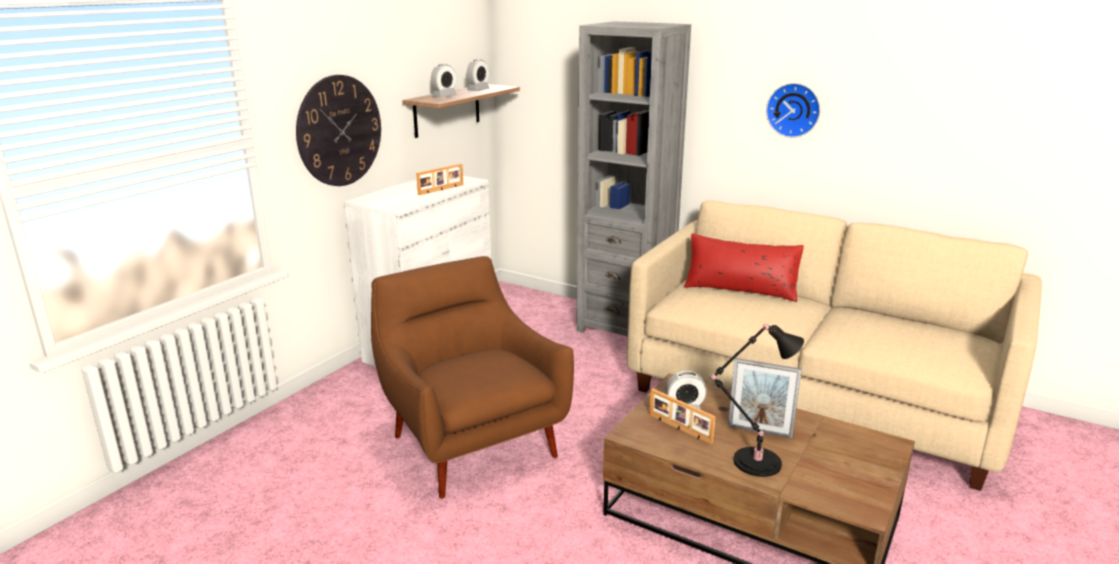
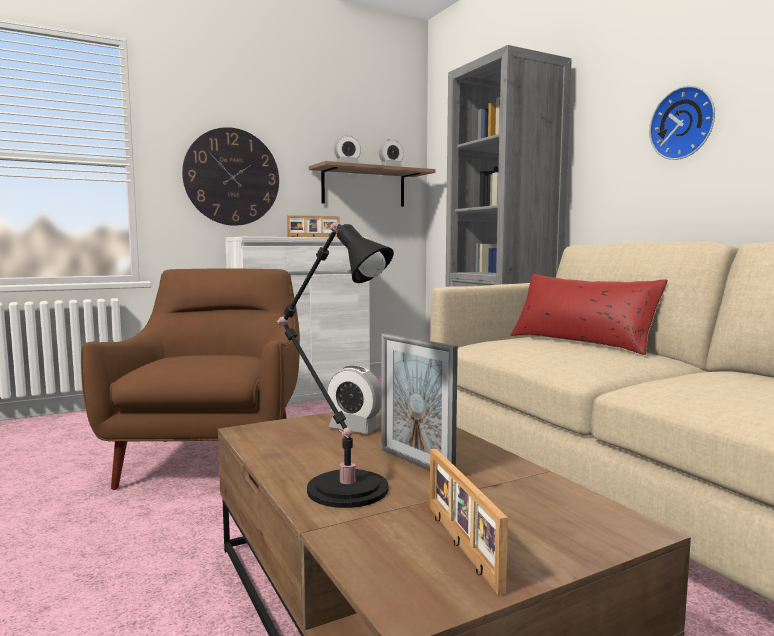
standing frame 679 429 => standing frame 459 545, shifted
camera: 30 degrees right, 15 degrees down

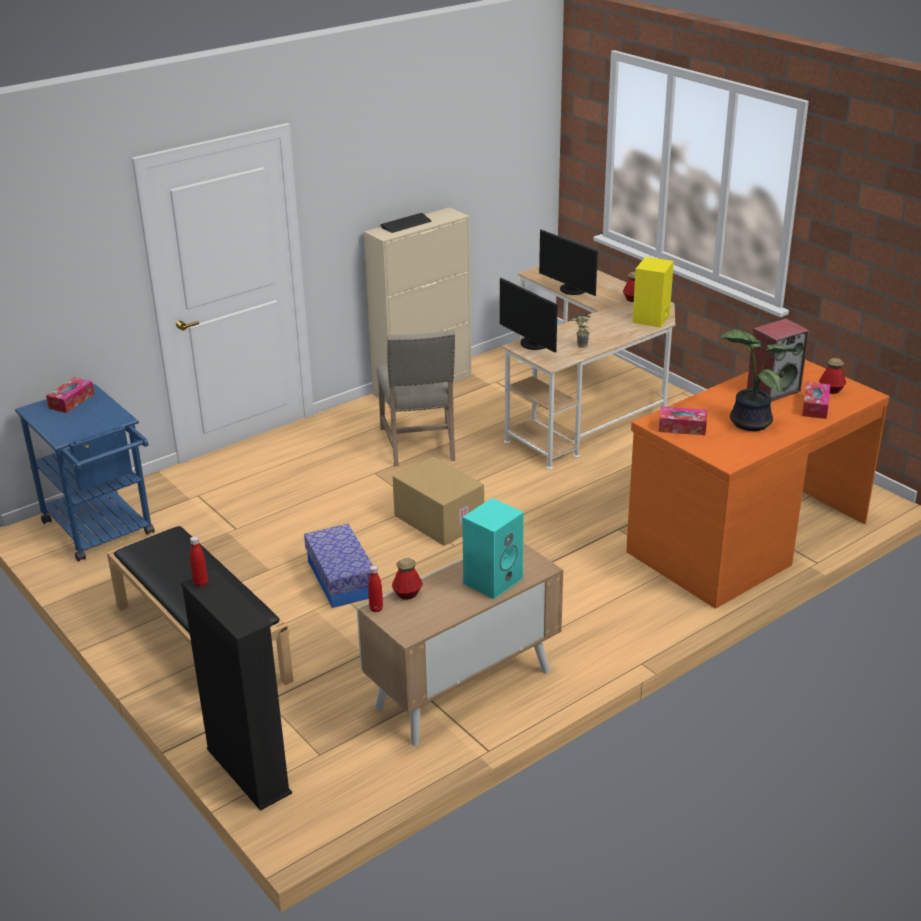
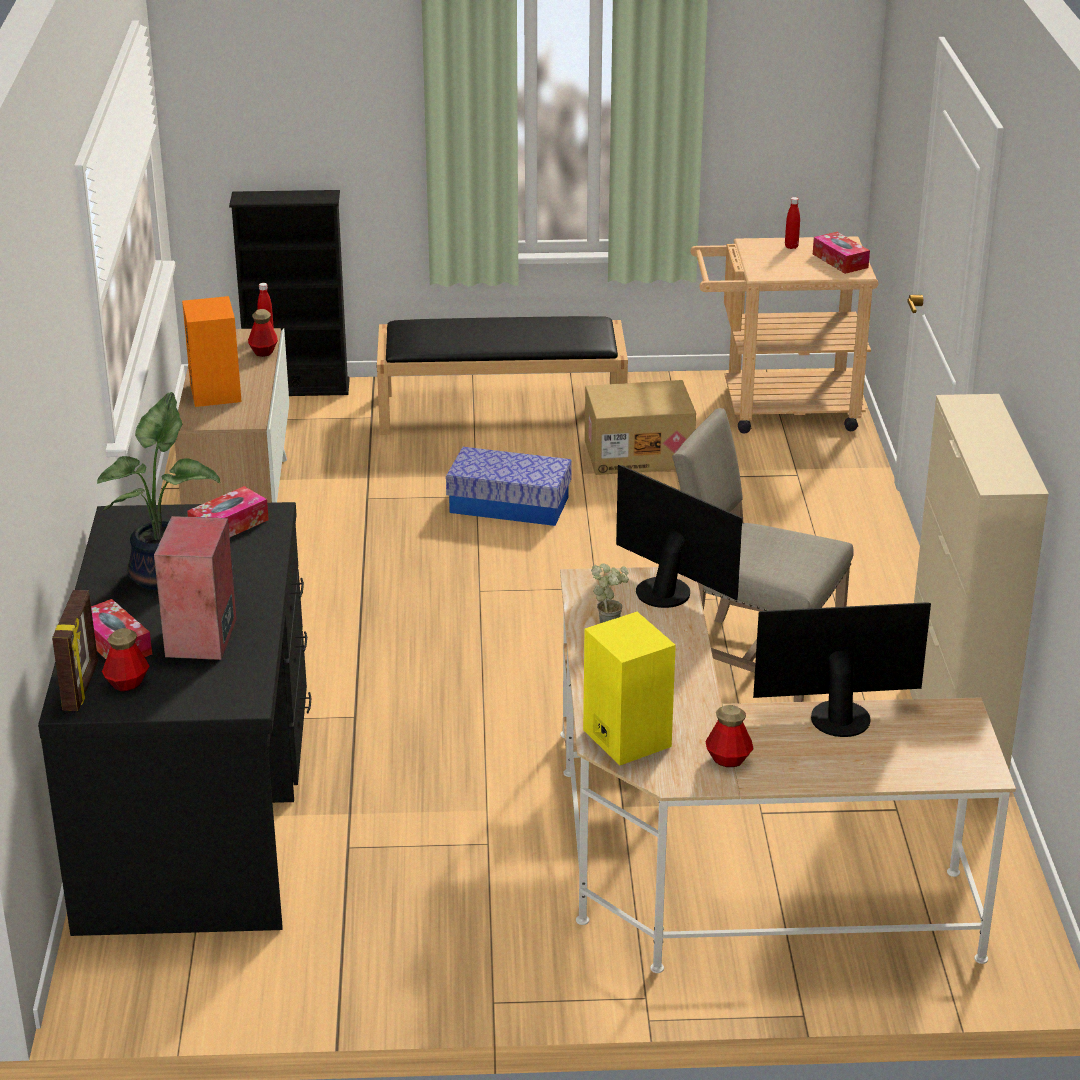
bluish trolley 103 532 => beige trolley 777 409
red-coloured drink bottle 201 583 => red-coloured drink bottle 791 246, shifted
PC keyboard 406 224 => nothing
cardboard box 437 520 => cardboard box 639 453, shifted
blue-green loudspeaker 493 580 => orange-coloured loudspeaker 217 393
computer display 532 344 => computer display 667 590, 45 degrees clockwise
orange-coloured desk unit 745 537 => black desk unit 199 807
nothing => standing frame 82 687
camera: 125 degrees right, 0 degrees up

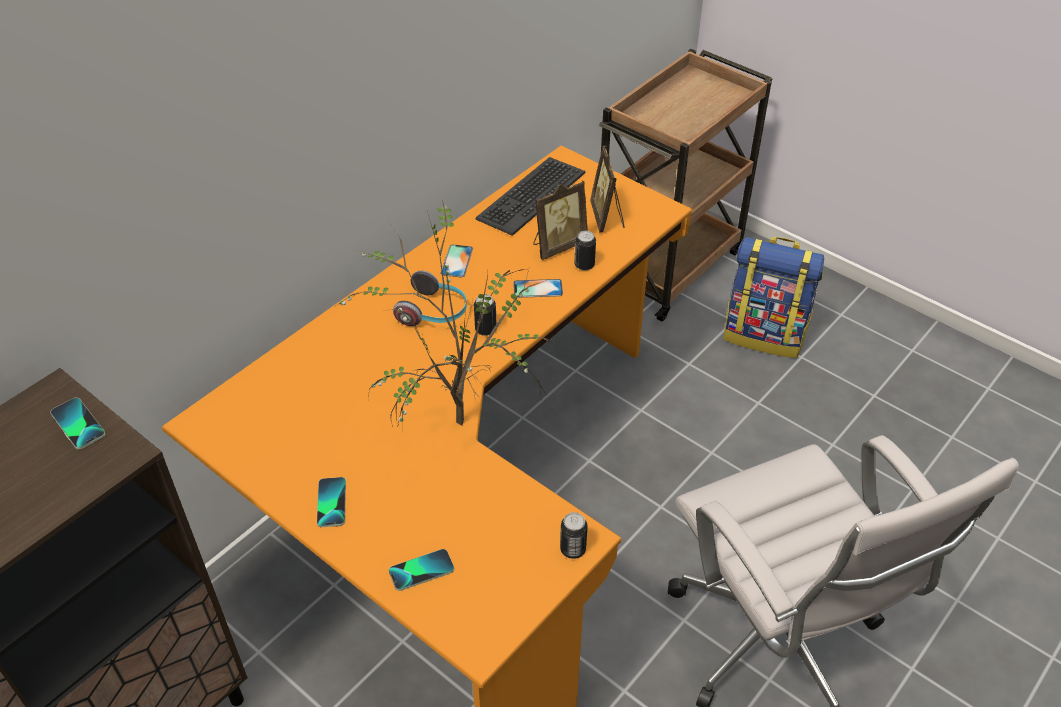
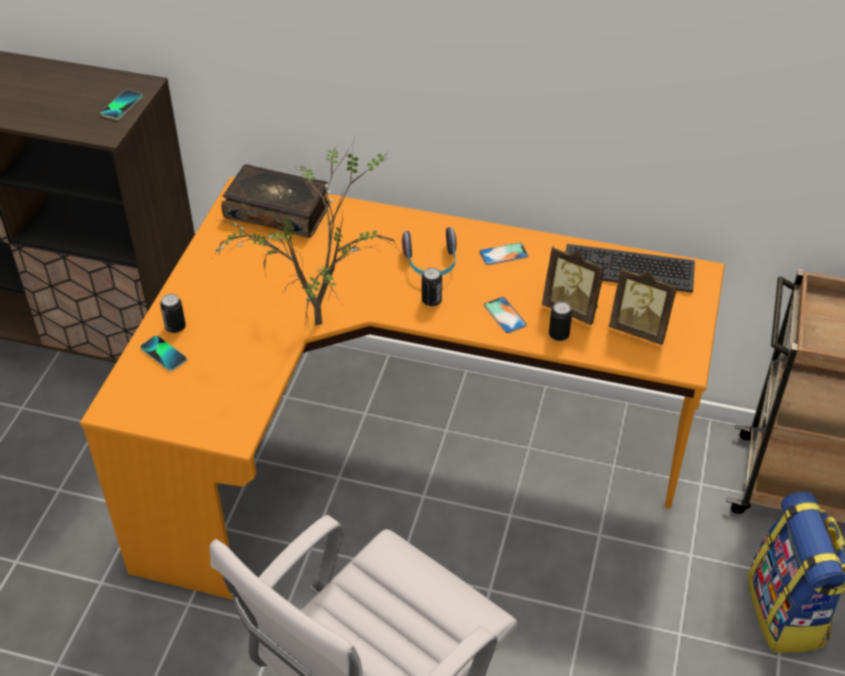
phone 331 503 => nothing
sealed can 573 549 => sealed can 175 327, shifted
standing frame 607 217 => standing frame 639 329, 120 degrees counterclockwise
nothing => volume 278 211
camera: 65 degrees right, 0 degrees up

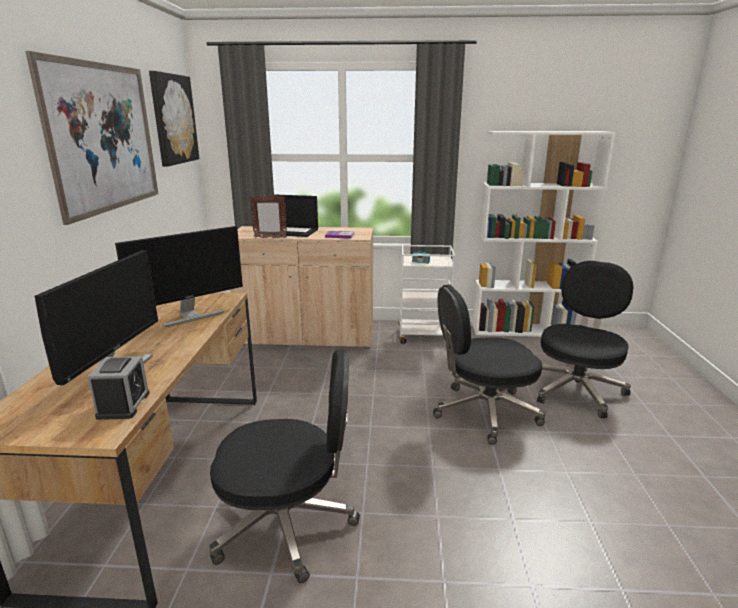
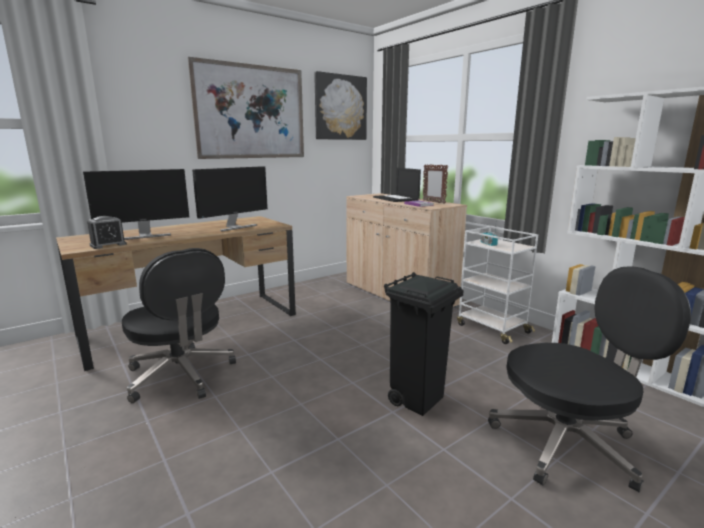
computer display 190 316 => computer display 235 227, 60 degrees counterclockwise
standing frame 270 238 => standing frame 433 202, shifted
black office chair 483 412 => black waste bin 417 399
camera: 50 degrees right, 5 degrees down

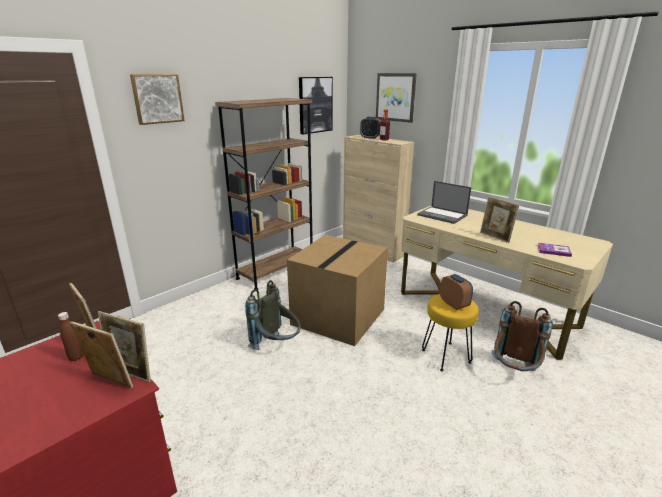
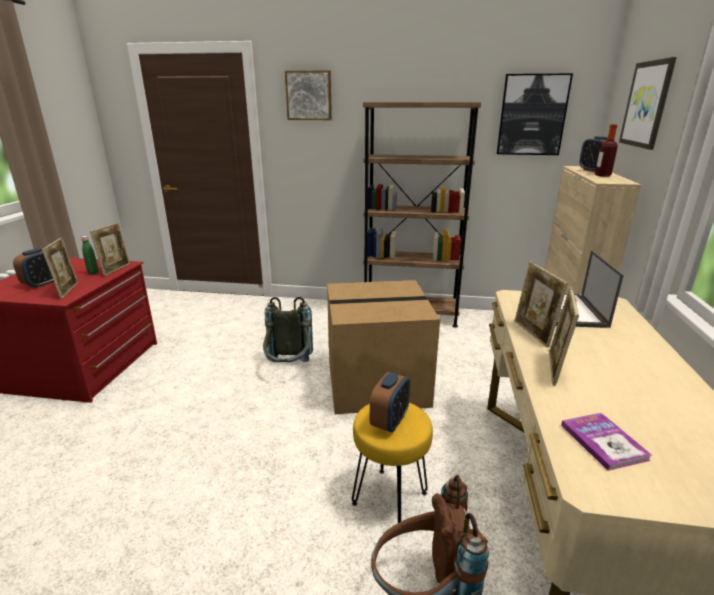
brown drink bottle 76 357 => green-coloured drink bottle 93 273
standing frame 131 373 => standing frame 533 334, shifted
nothing => table clock 42 284
camera: 55 degrees right, 0 degrees up

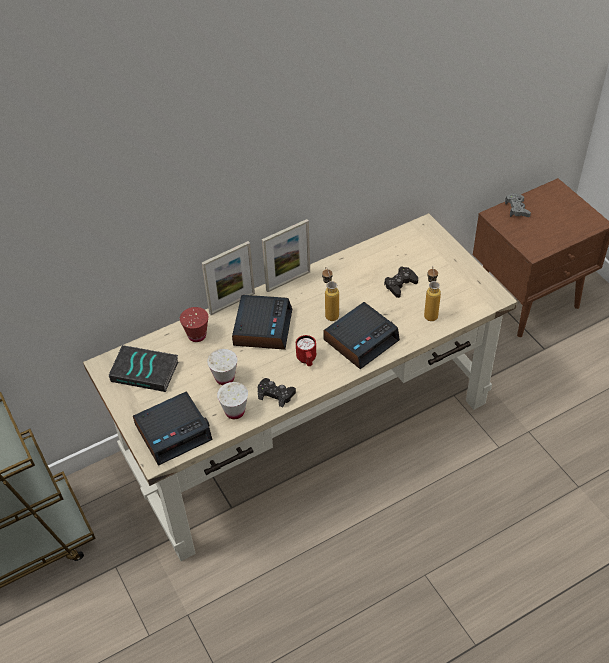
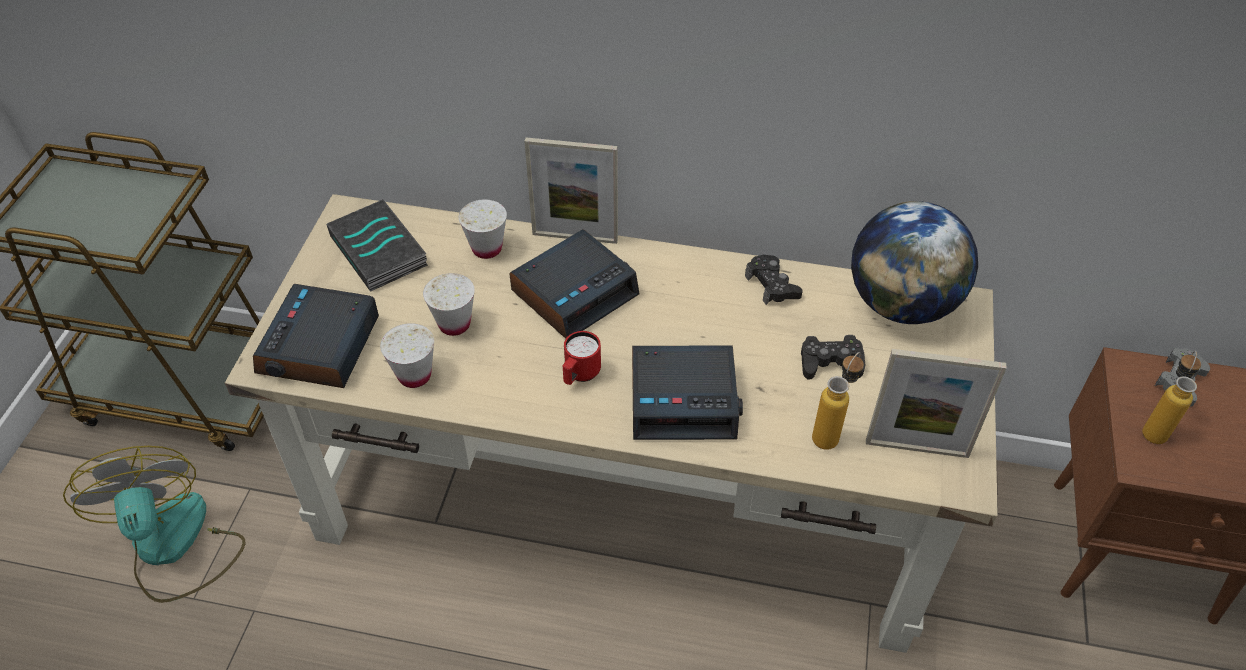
table clock 174 432 => table clock 320 347, 90 degrees clockwise
red-coloured drinking cup 197 335 => whitish drinking cup 487 248
black gamepad 276 394 => black gamepad 772 285, shifted
standing frame 288 281 => standing frame 916 448, shifted
drink bottle 330 312 => drink bottle 1155 427, shifted
nothing => fan 174 547
nothing => globe 902 304
camera: 40 degrees right, 0 degrees up

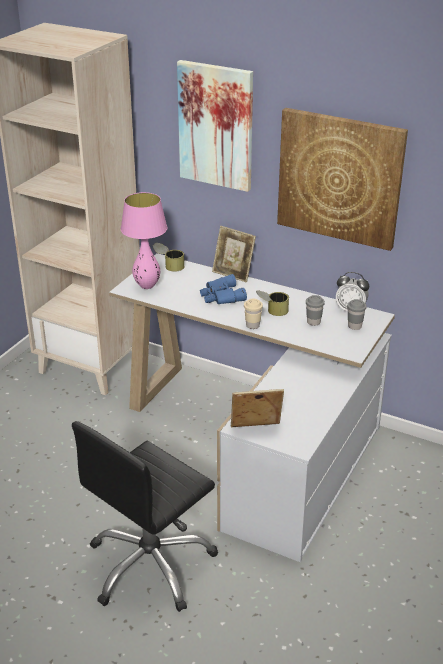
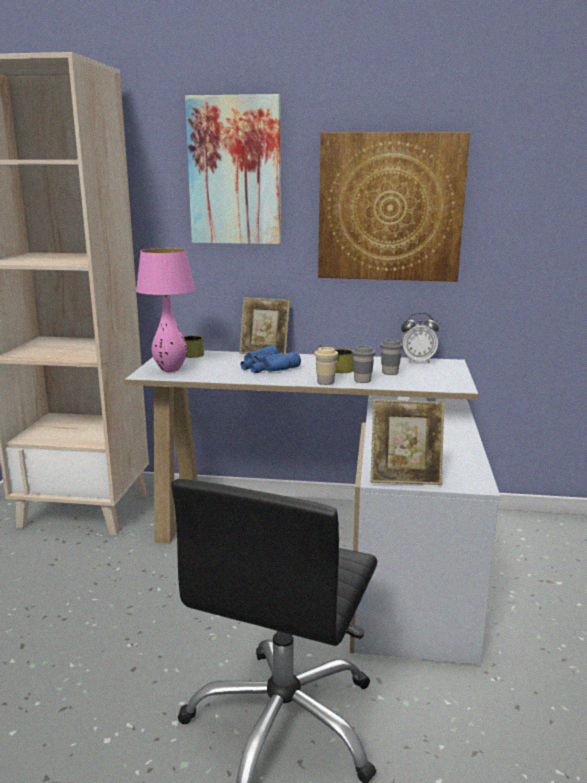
standing frame 256 430 => standing frame 405 478, 150 degrees counterclockwise
grey drinking cup 354 326 => grey drinking cup 362 380, shifted
camera: 20 degrees left, 15 degrees down

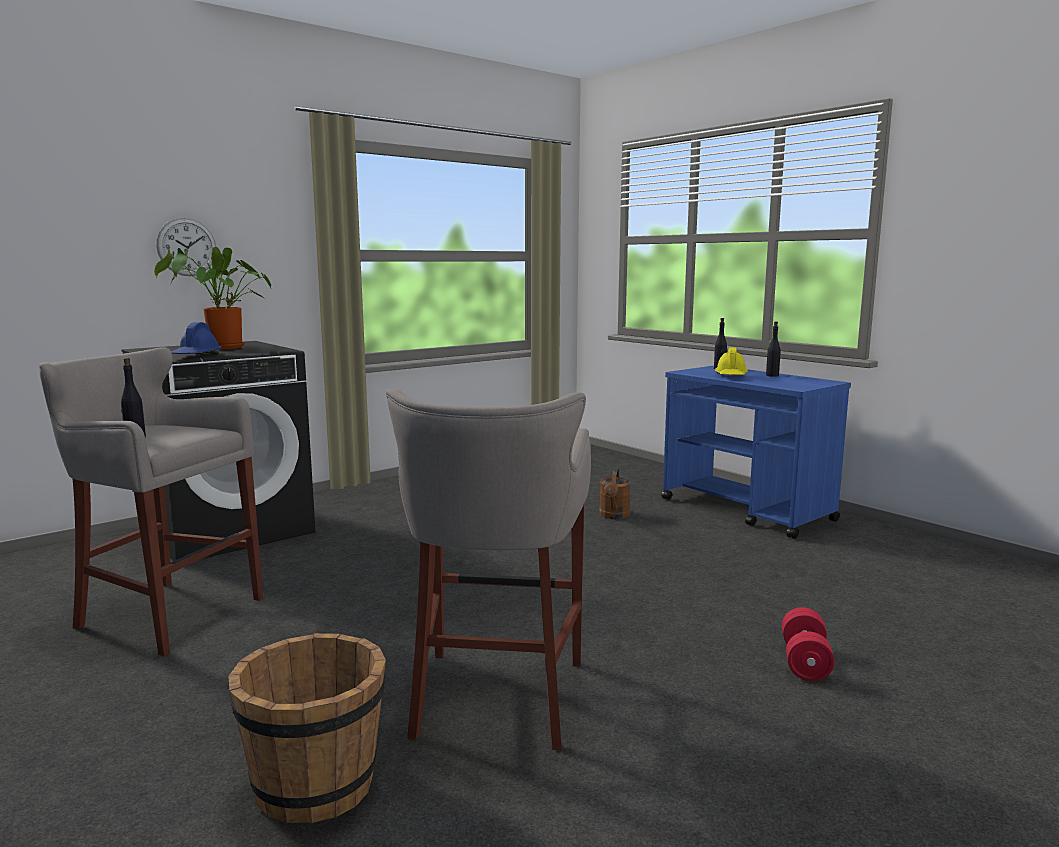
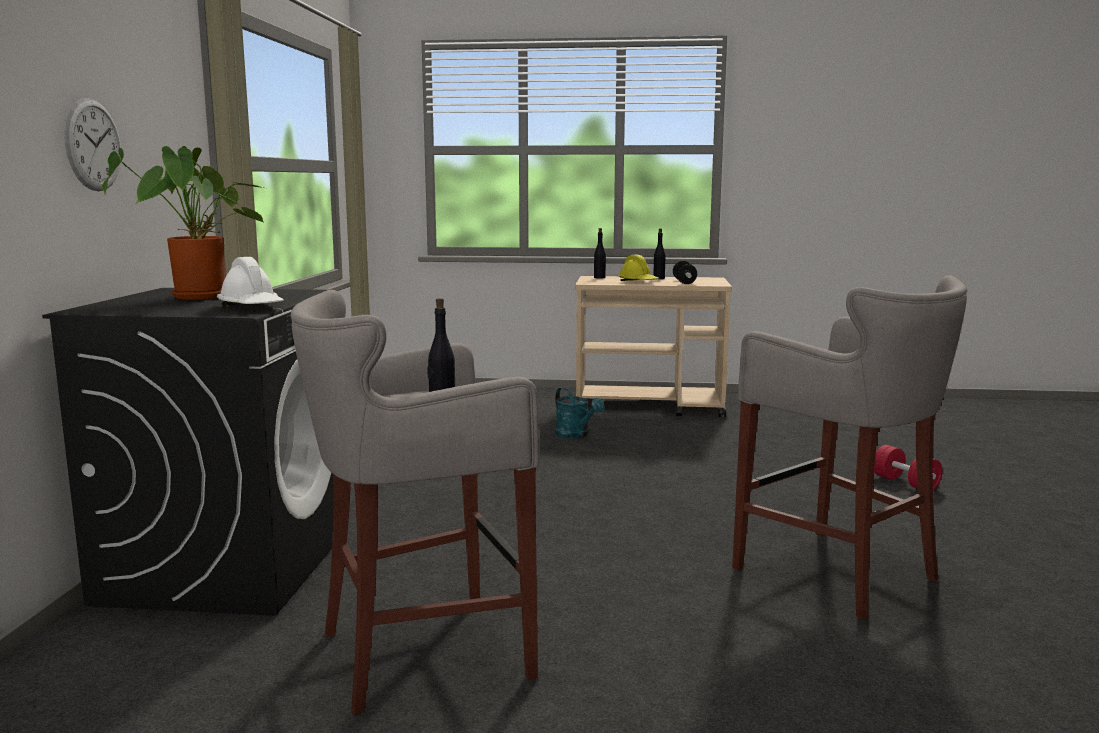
bluish hard hat 197 356 => whitish hard hat 251 307
brown water bucket 316 784 => nothing
brown watering can 614 516 => blue-green watering can 576 435
bluish trolley 747 510 => beige trolley 650 406
nothing => dumbbell 684 282
camera: 45 degrees left, 0 degrees up

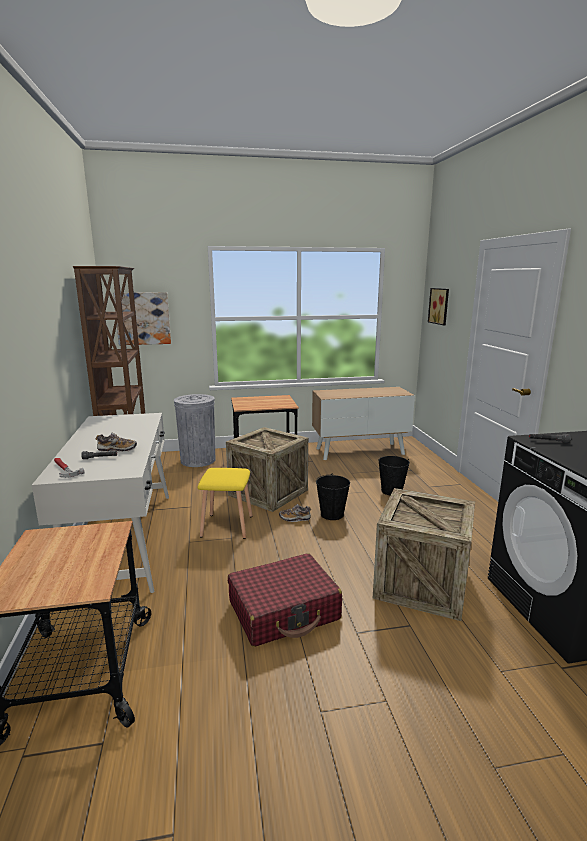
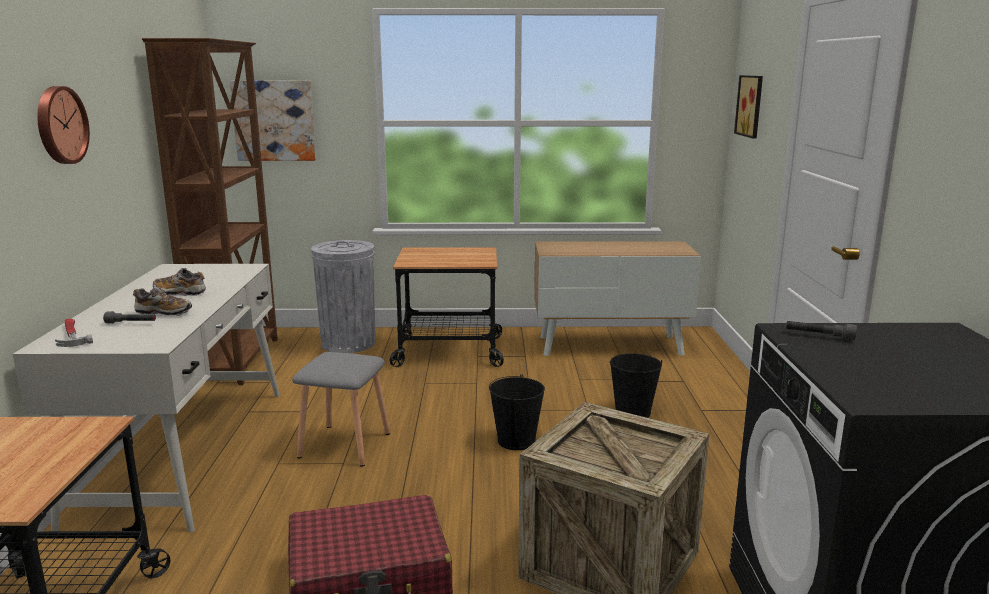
yellow stool 227 526 => grey stool 345 446
shipping crate 268 493 => nothing
low shoe 295 518 => low shoe 180 293, shifted
nothing => clock on the wall 59 125
camera: 10 degrees right, 0 degrees up

